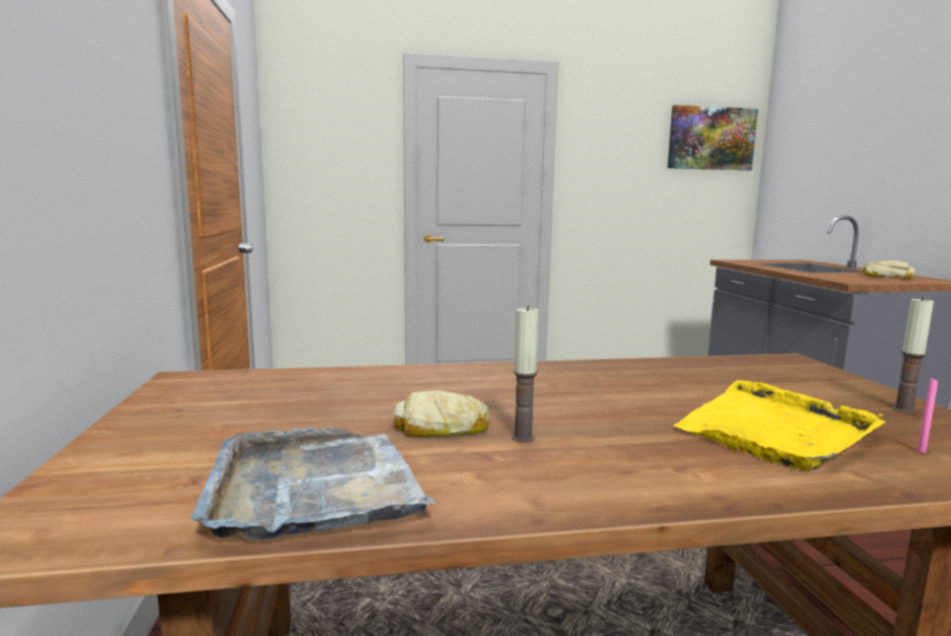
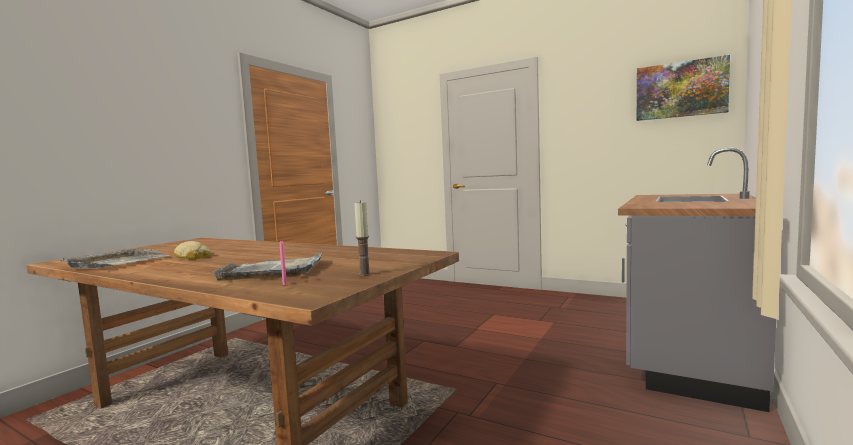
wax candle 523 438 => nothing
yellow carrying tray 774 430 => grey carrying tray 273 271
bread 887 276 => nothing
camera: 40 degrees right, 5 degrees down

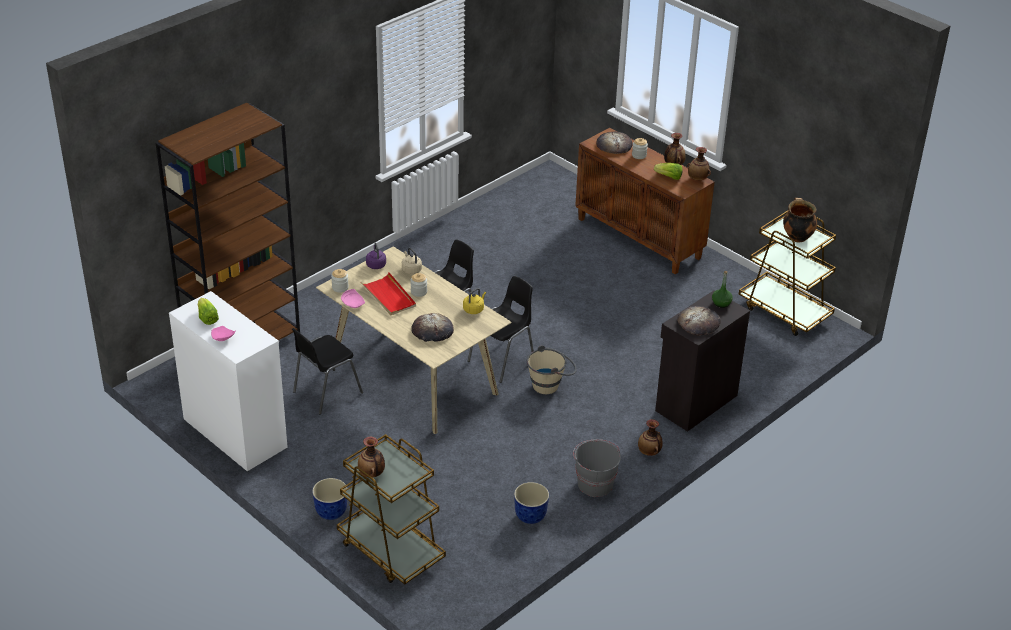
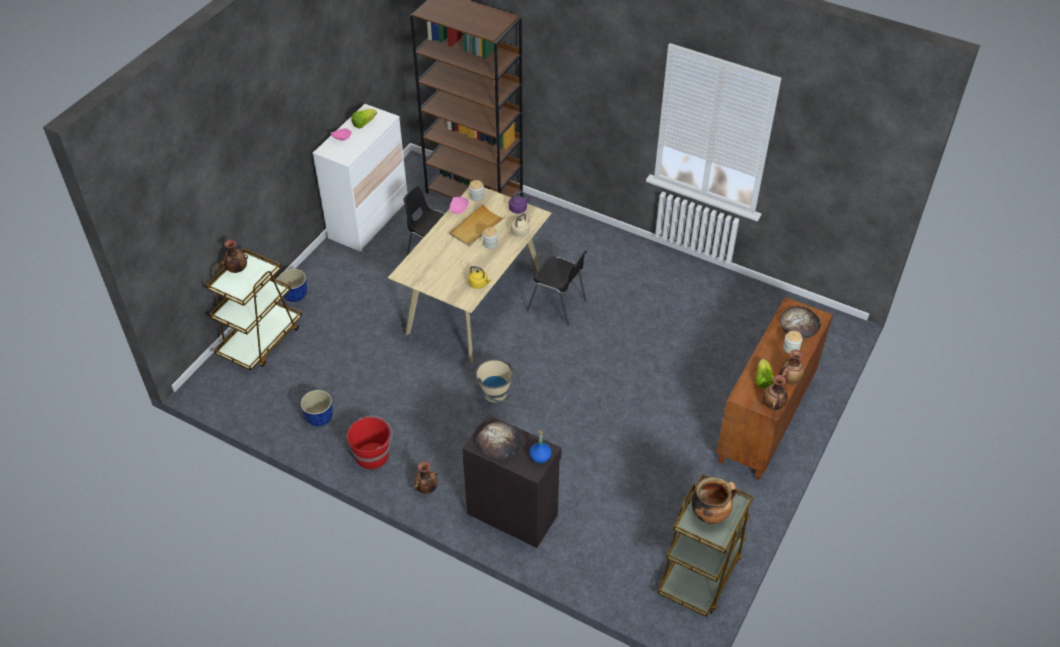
red-coloured carrying tray 389 296 => beige carrying tray 476 227
bread 432 331 => nothing
black chair 503 360 => nothing
grey water bucket 594 483 => red-coloured water bucket 372 455
green-coloured drink bottle 721 303 => bluish drink bottle 540 456
camera: 75 degrees right, 10 degrees up

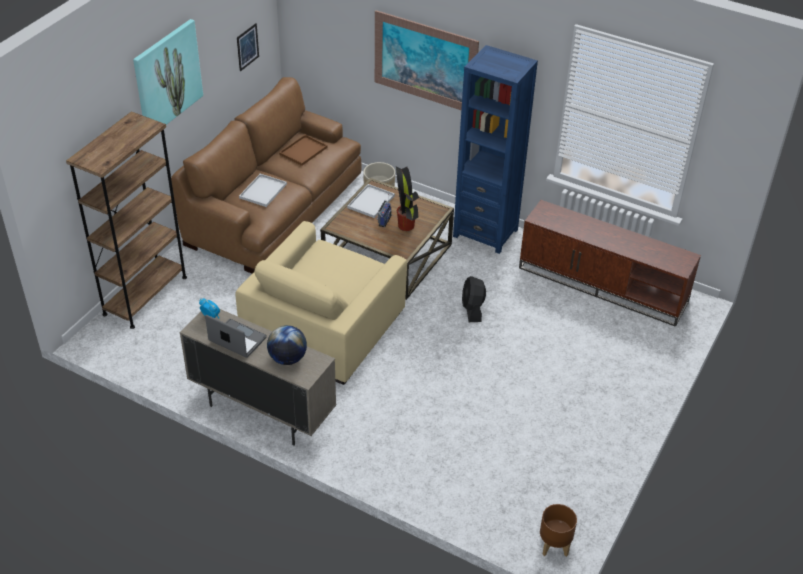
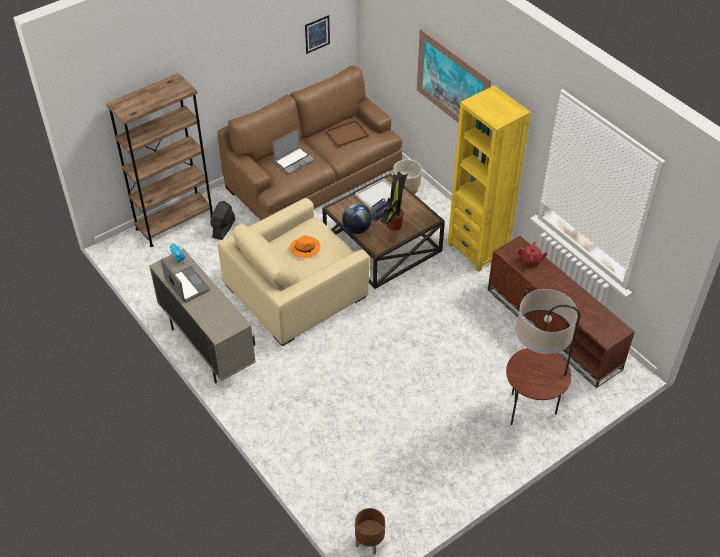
wall art 167 77 => nothing
whitish carrying tray 263 190 => notebook computer 294 161
globe 287 359 => globe 356 229, shifted
bluish bookcase 485 233 => yellow bookcase 478 249
black fan 472 309 => black fan 223 228, shifted
nothing => orange-coloured clothing hat 305 248
nothing => standard lamp 530 411
nothing => red-coloured pot for tea 531 261
camera: 25 degrees right, 5 degrees up

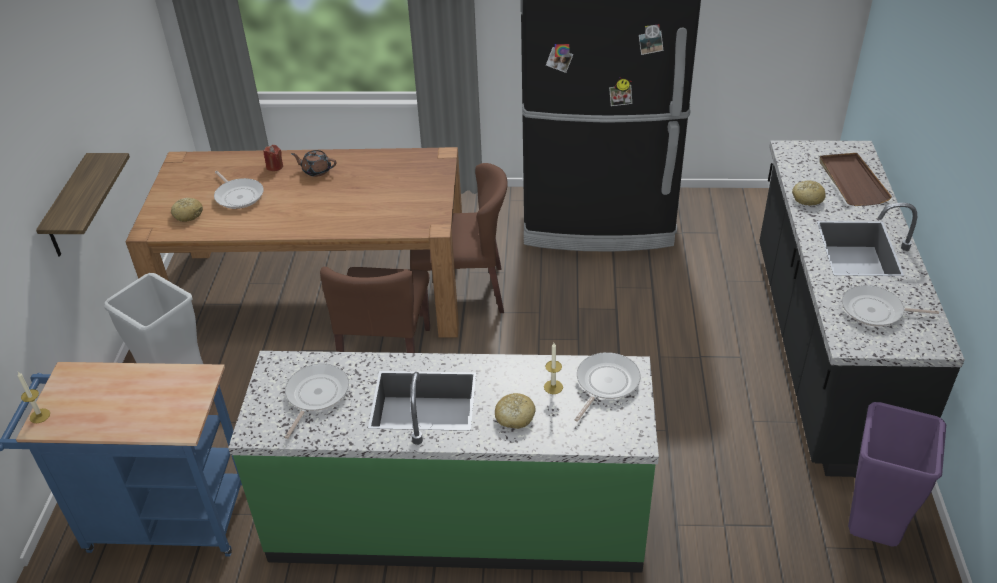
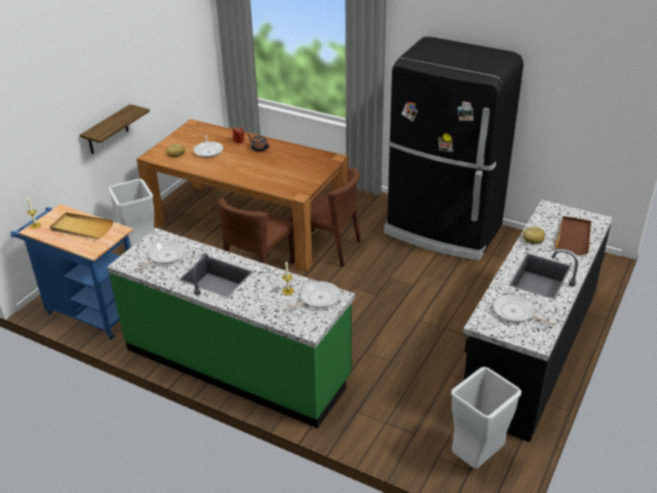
bread 514 416 => nothing
purplish waste bin 871 528 => grey waste bin 476 458
nothing => beige carrying tray 81 228
camera: 25 degrees right, 5 degrees down

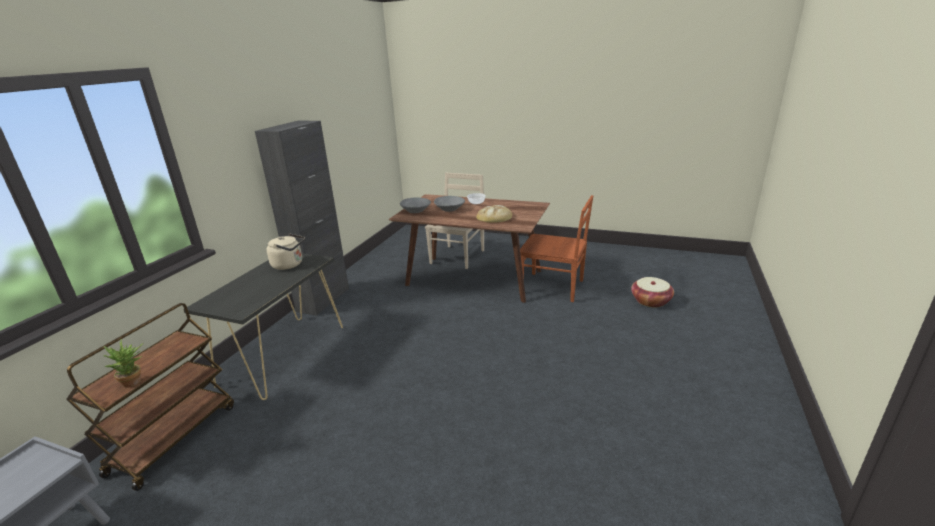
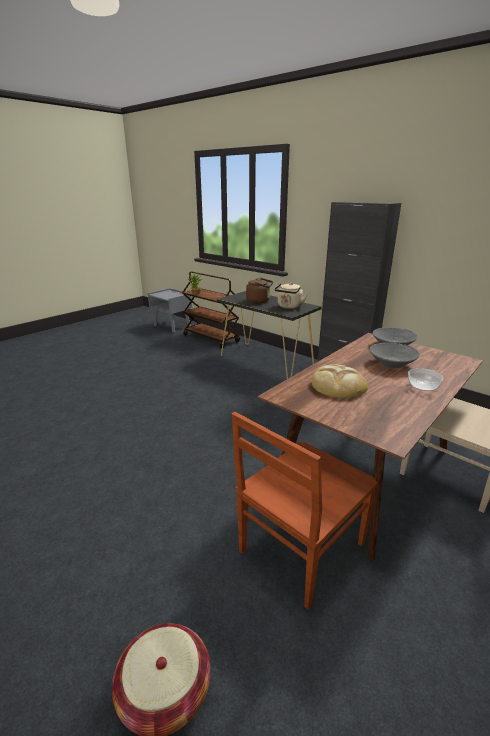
nothing => brown tea kettle 259 301
camera: 110 degrees right, 0 degrees up

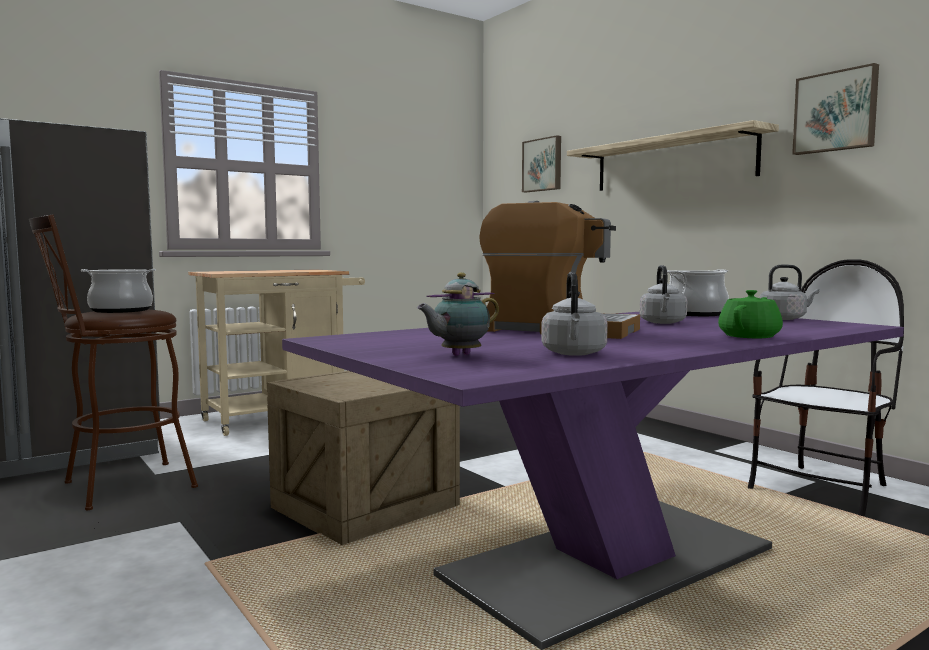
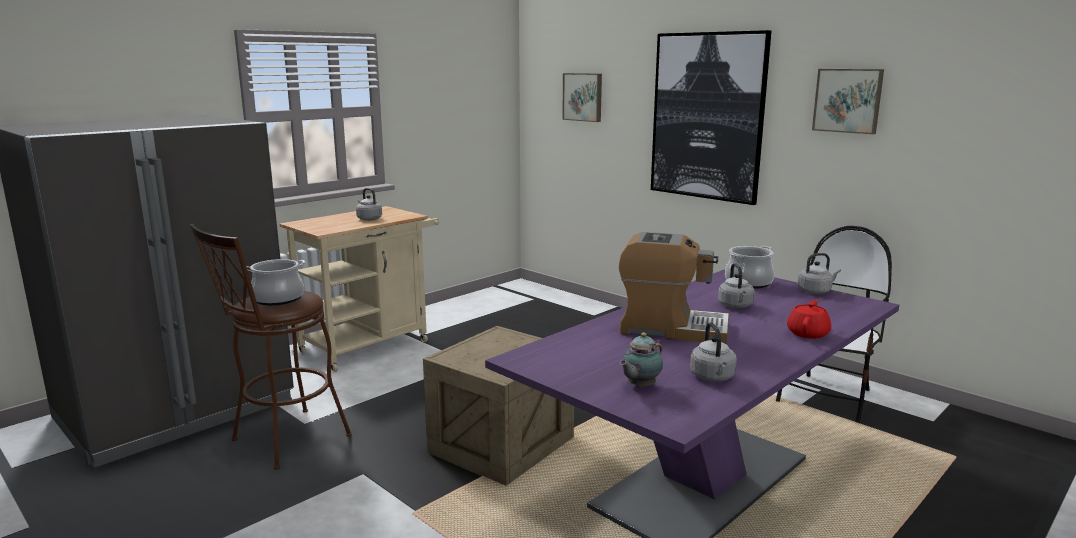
wall shelf 672 162 => wall art 707 116
green-coloured pot for tea 750 336 => red-coloured pot for tea 808 333
nothing => grey tea kettle 368 219
camera: 10 degrees left, 10 degrees up

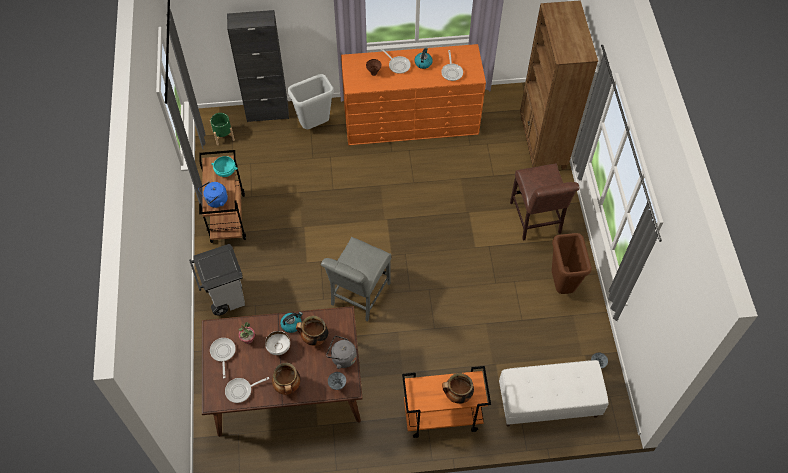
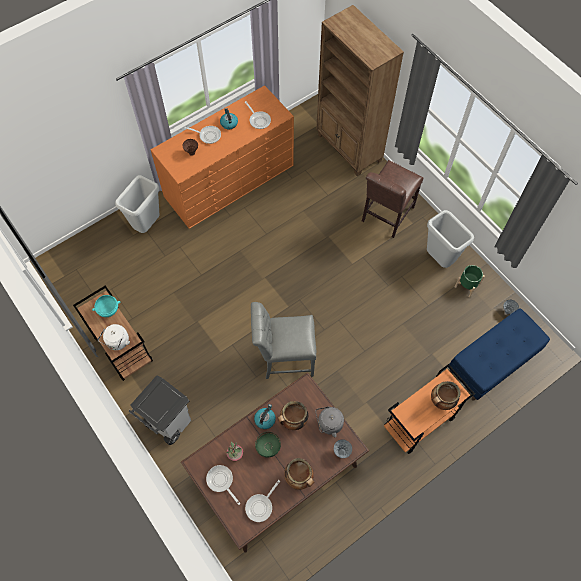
bluish tea kettle 215 201 => whitish tea kettle 117 342
green-coloured planter 223 136 => green-coloured planter 467 286, shifted
black storage cabinet 267 113 => nothing
whitish deep dish 278 348 => green-coloured deep dish 268 447
grey chair 358 296 => grey chair 284 358, 90 degrees clockwise
whitish long seat 548 403 => bluish long seat 491 363
brown chair 536 220 => brown chair 385 216, 75 degrees clockwise
brown waste bin 561 284 => grey waste bin 438 259
camera: 30 degrees left, 5 degrees up

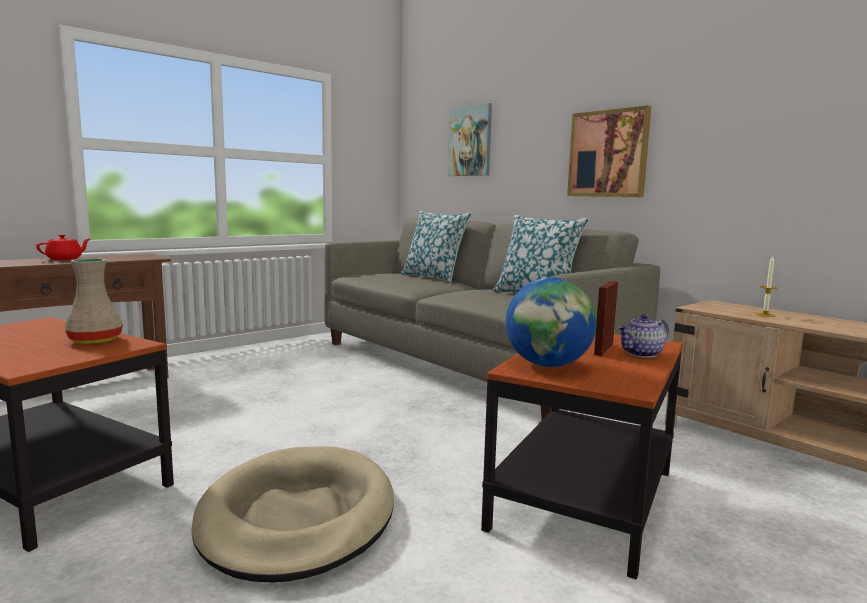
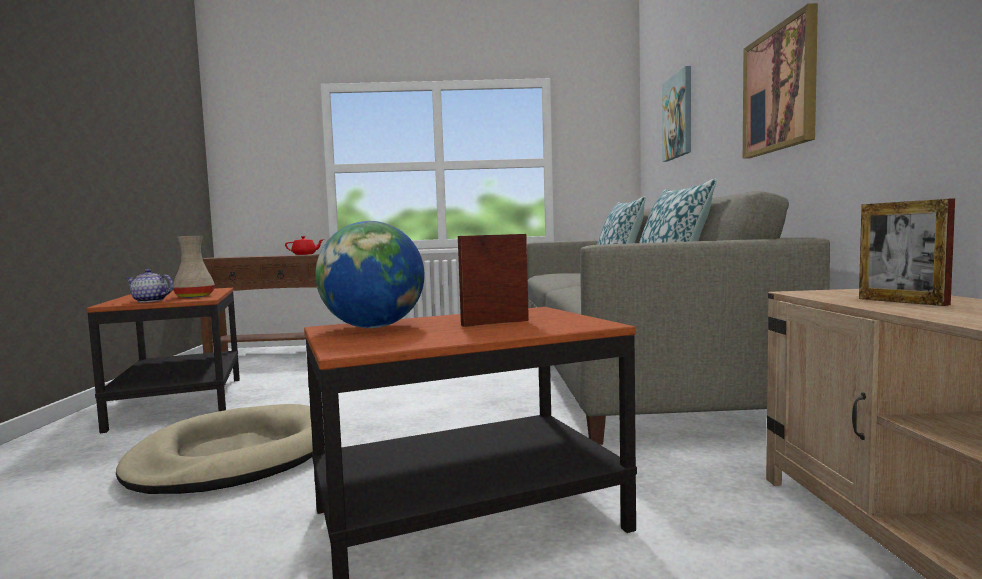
pot for tea 642 354 => pot for tea 149 301, shifted
wax candle 765 315 => standing frame 902 301
camera: 40 degrees right, 5 degrees down

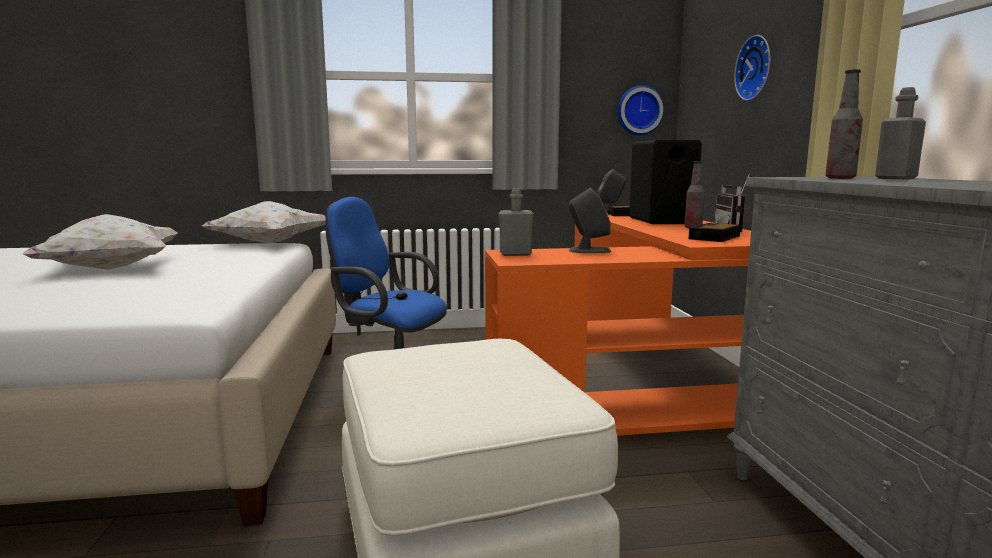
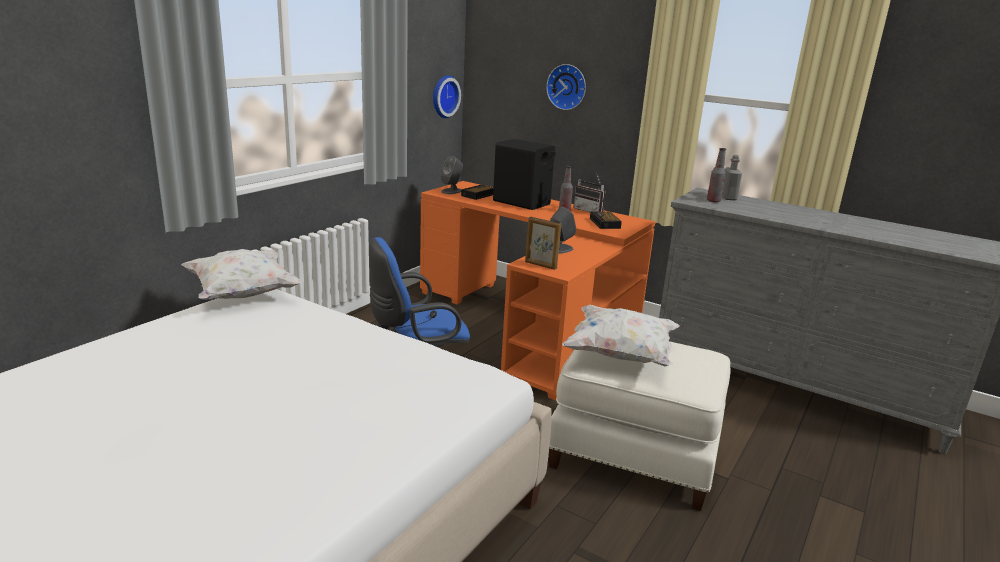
whitish pillow 112 269 => whitish pillow 620 355, shifted
grey drink bottle 515 254 => standing frame 540 265
camera: 50 degrees left, 10 degrees up

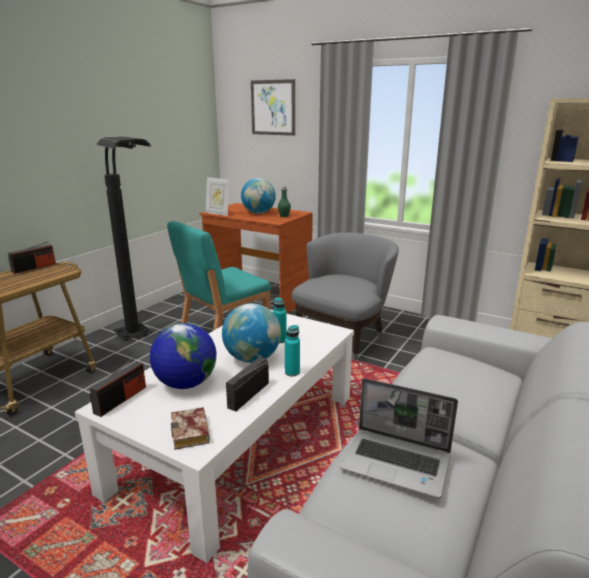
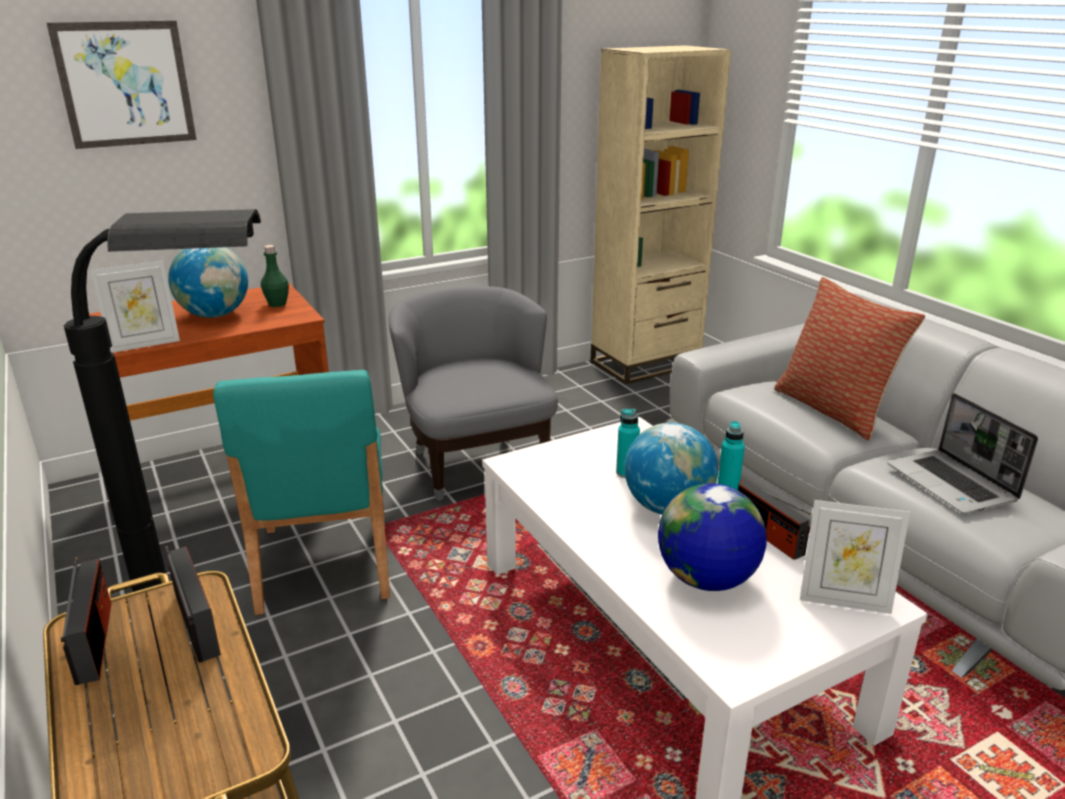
radio receiver 121 399 => radio receiver 197 624, shifted
volume 192 433 => standing frame 844 601
notebook computer 397 462 => notebook computer 952 484, 105 degrees clockwise
nothing => pillow 834 409
camera: 60 degrees left, 5 degrees up

